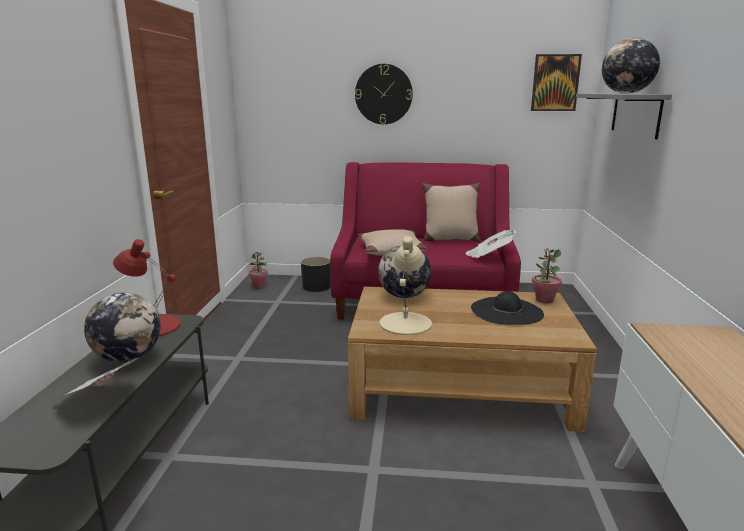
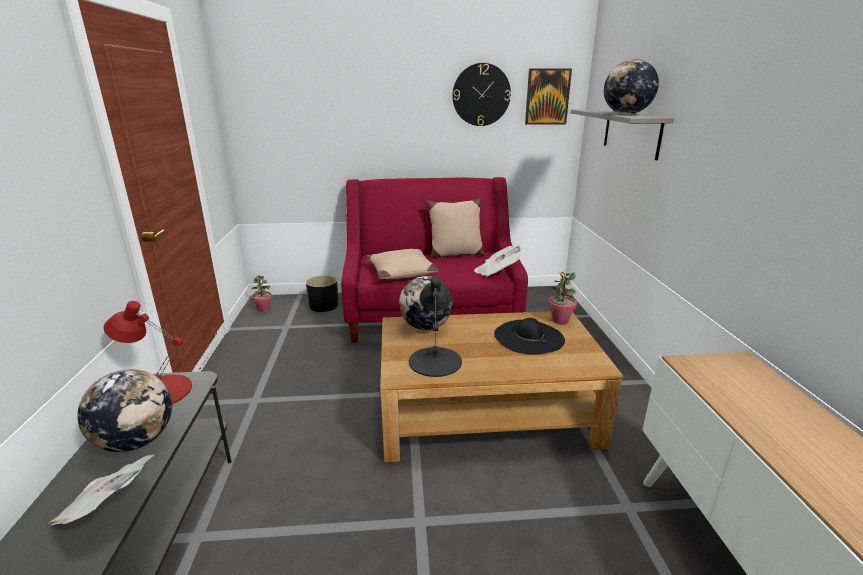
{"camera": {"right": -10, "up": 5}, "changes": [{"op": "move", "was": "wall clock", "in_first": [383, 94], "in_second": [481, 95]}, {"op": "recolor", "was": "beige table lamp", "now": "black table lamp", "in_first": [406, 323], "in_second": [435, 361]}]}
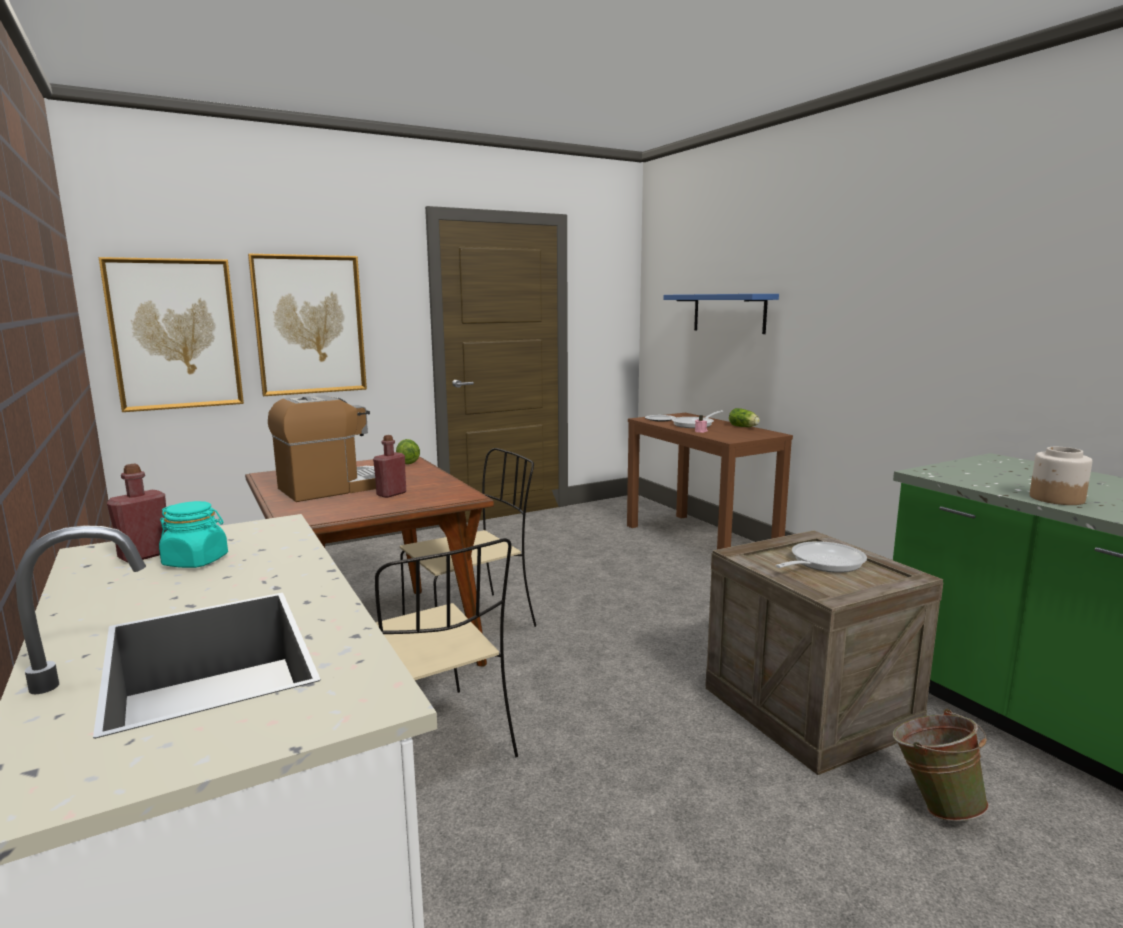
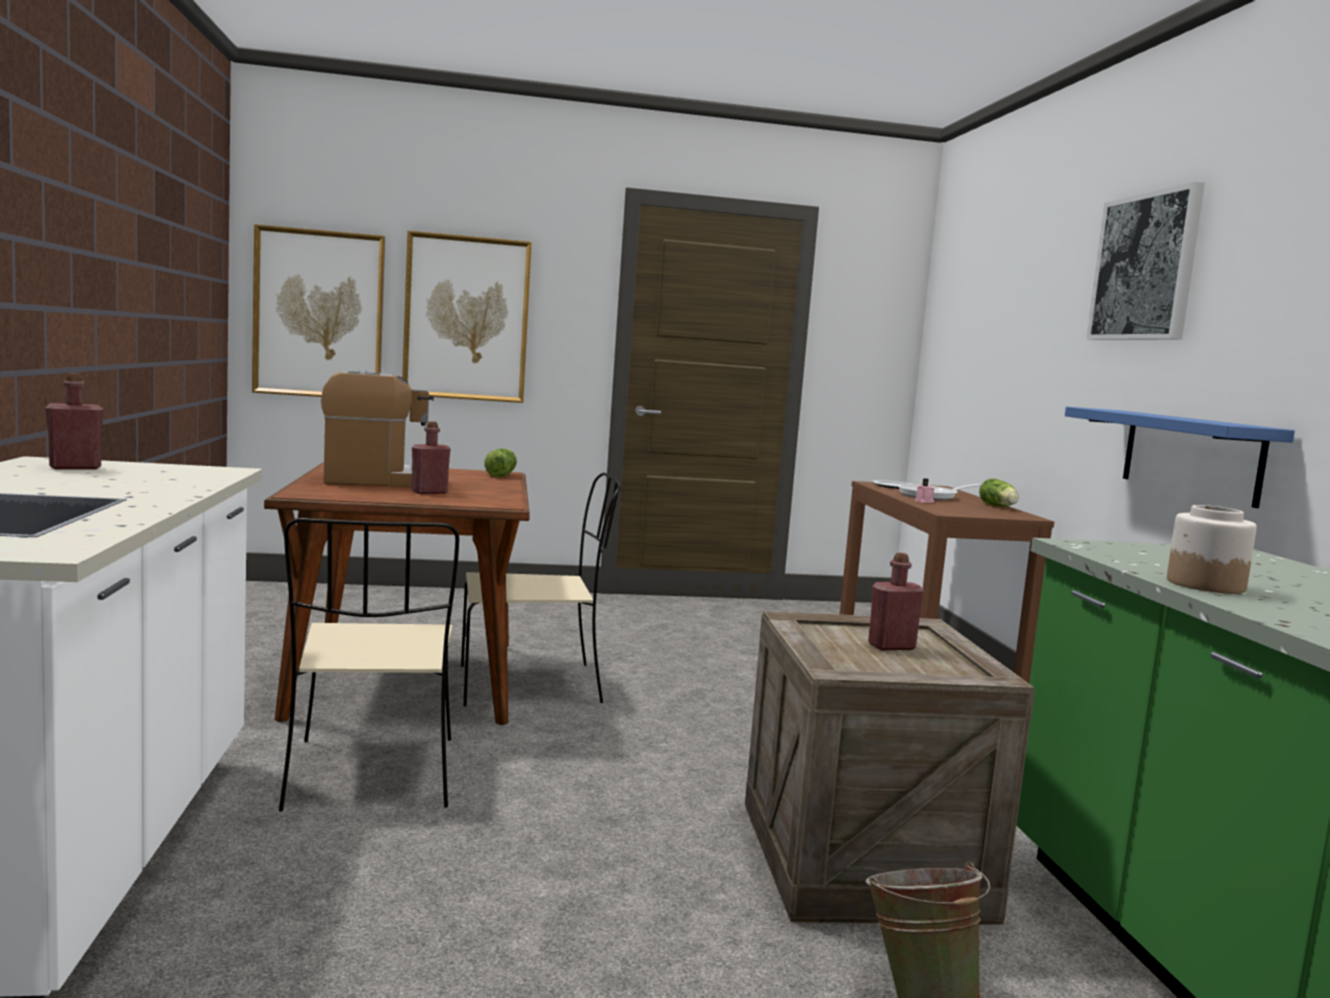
{"camera": {"right": 20, "up": -5}, "changes": [{"op": "delete", "was": "turquoise jar", "in_first": [196, 561]}, {"op": "insert", "now": "picture", "in_second": [1145, 267]}, {"op": "move", "was": "blue shelf", "in_first": [729, 313], "in_second": [1190, 455]}, {"op": "replace", "was": "frying pan", "now": "red bottle", "in_first": [822, 563], "in_second": [891, 646]}]}
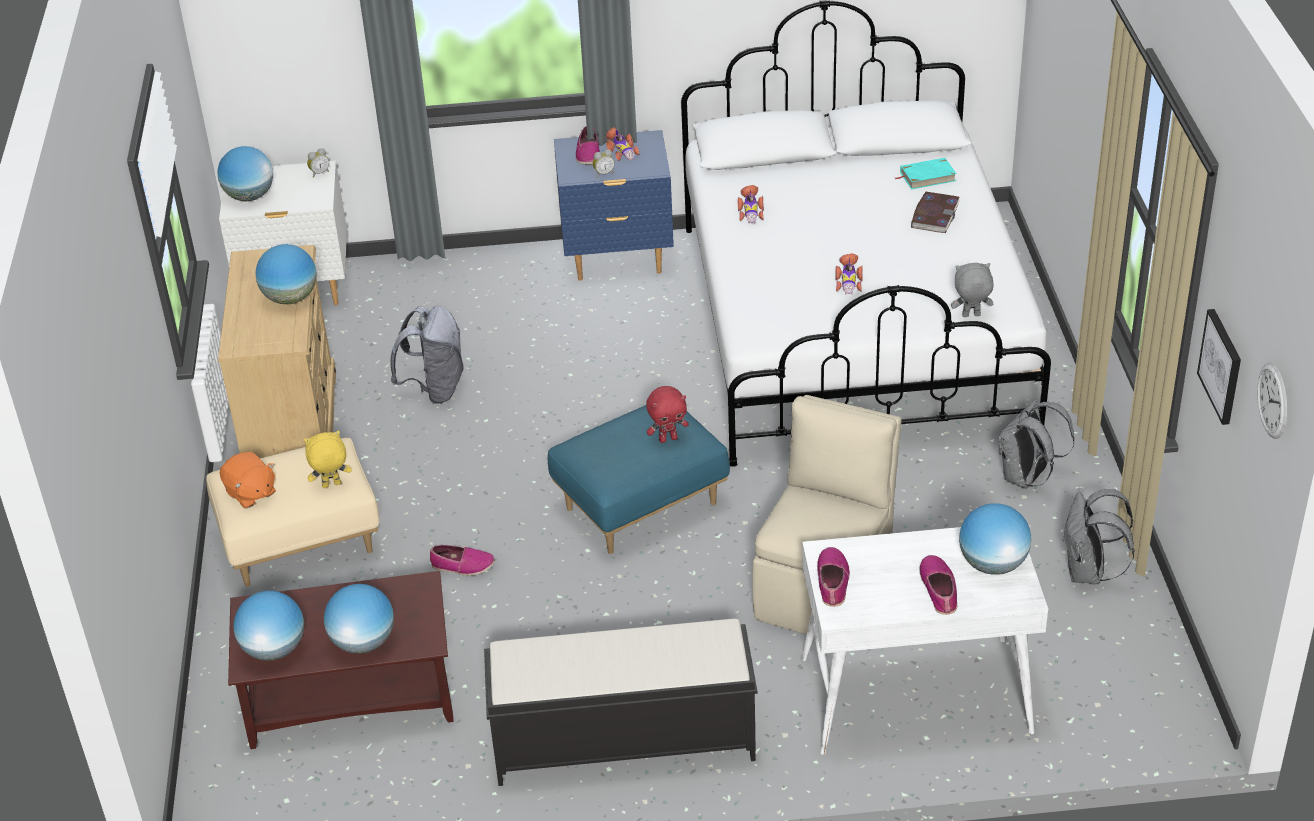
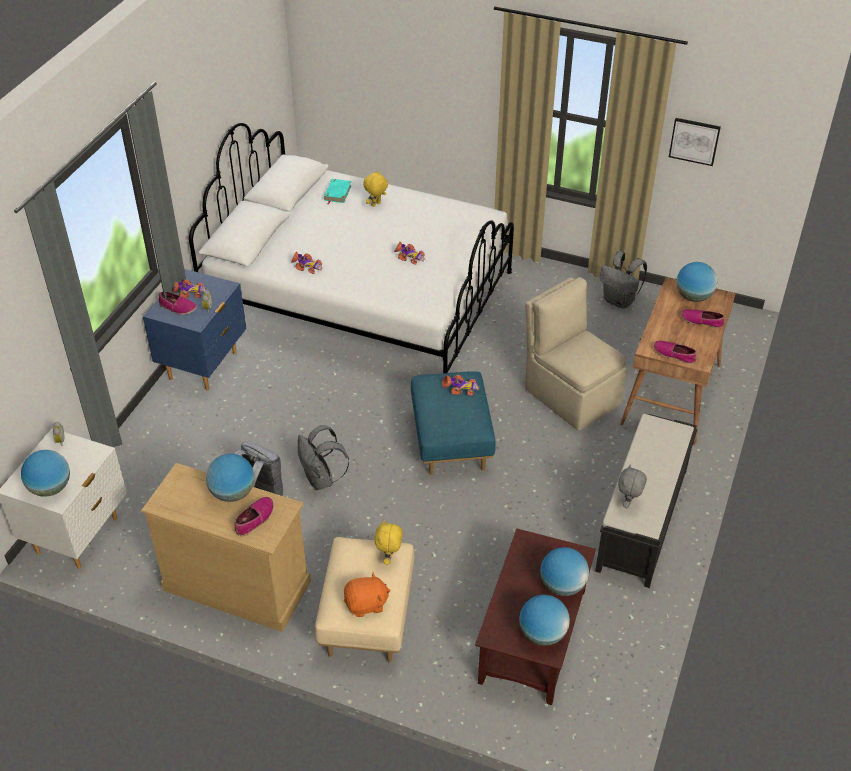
{"camera": {"right": -65, "up": 5}, "changes": [{"op": "delete", "was": "wall clock", "in_first": [1273, 400]}, {"op": "move", "was": "shoe", "in_first": [462, 566], "in_second": [254, 519]}, {"op": "move", "was": "grey plush toy", "in_first": [971, 316], "in_second": [628, 503]}, {"op": "move", "was": "grey backpack", "in_first": [1026, 478], "in_second": [321, 480]}, {"op": "replace", "was": "red plush toy", "now": "toy car", "in_first": [668, 439], "in_second": [460, 388]}, {"op": "replace", "was": "book", "now": "yellow plush toy", "in_first": [934, 215], "in_second": [376, 205]}, {"op": "recolor", "was": "white desk", "now": "brown desk", "in_first": [914, 697], "in_second": [671, 395]}]}
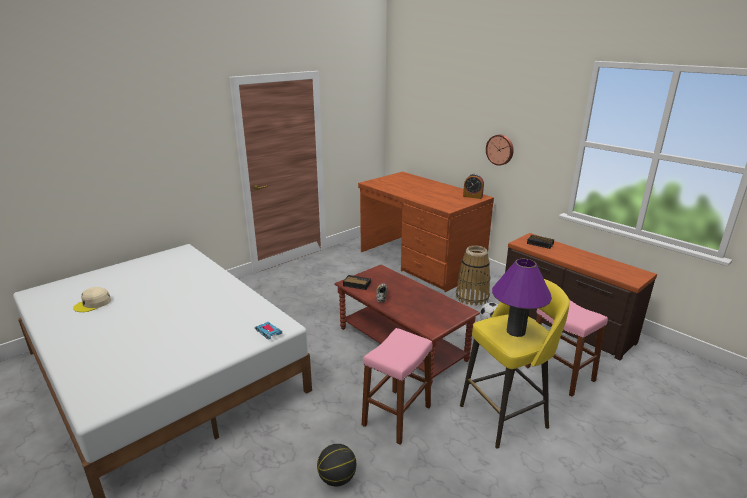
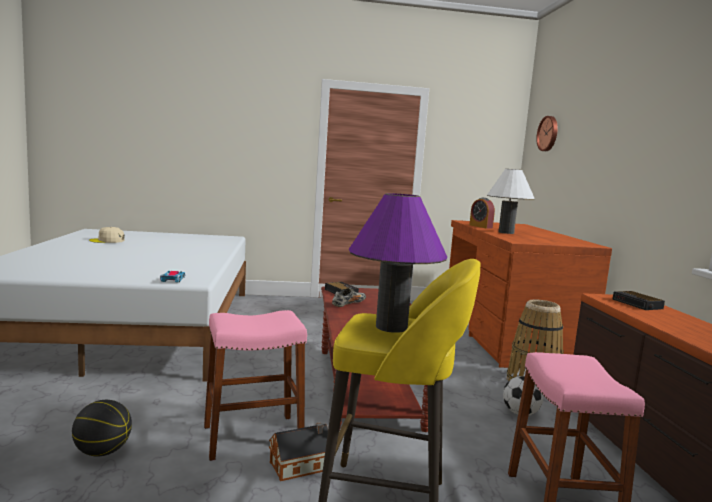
{"camera": {"right": 35, "up": -15}, "changes": [{"op": "insert", "now": "toy house", "in_second": [301, 466]}, {"op": "insert", "now": "white table lamp", "in_second": [506, 232]}, {"op": "move", "was": "alarm clock", "in_first": [472, 196], "in_second": [480, 226]}, {"op": "move", "was": "wall clock", "in_first": [500, 149], "in_second": [548, 133]}]}
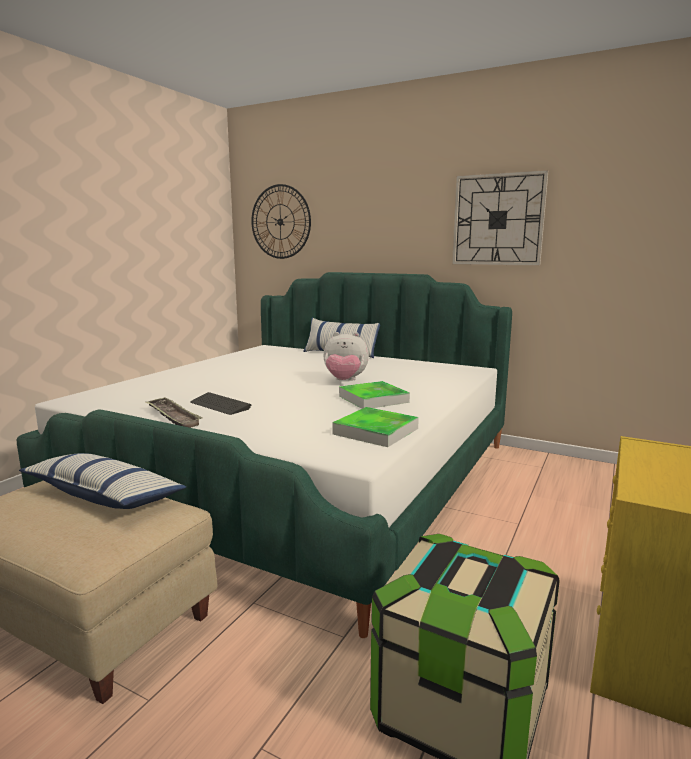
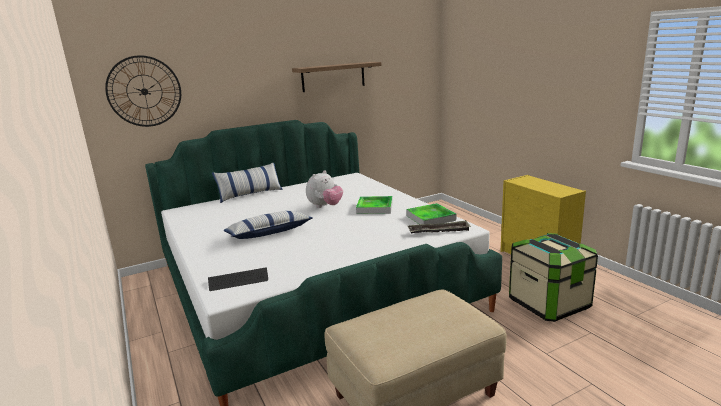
{"camera": {"right": -55, "up": 5}, "changes": [{"op": "move", "was": "pillow", "in_first": [104, 496], "in_second": [269, 233]}, {"op": "move", "was": "tray", "in_first": [172, 417], "in_second": [439, 231]}, {"op": "move", "was": "keyboard", "in_first": [220, 405], "in_second": [238, 280]}, {"op": "replace", "was": "wall clock", "now": "shelf", "in_first": [498, 220], "in_second": [333, 76]}]}
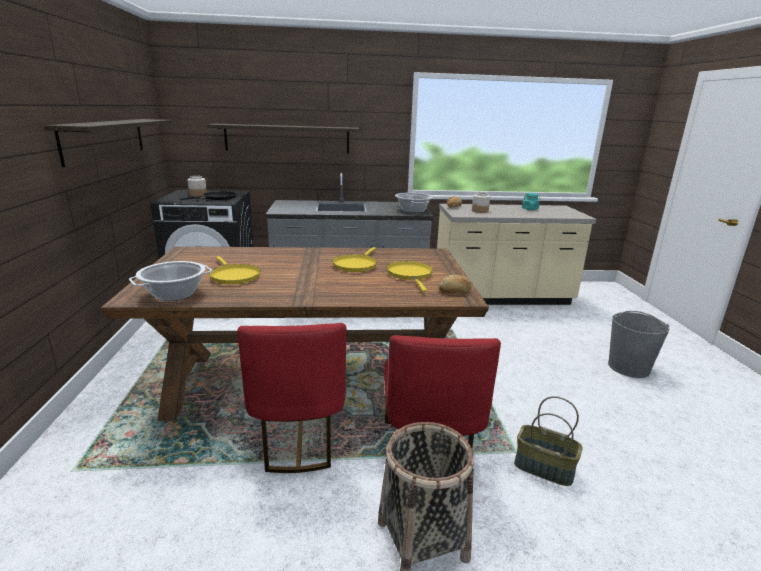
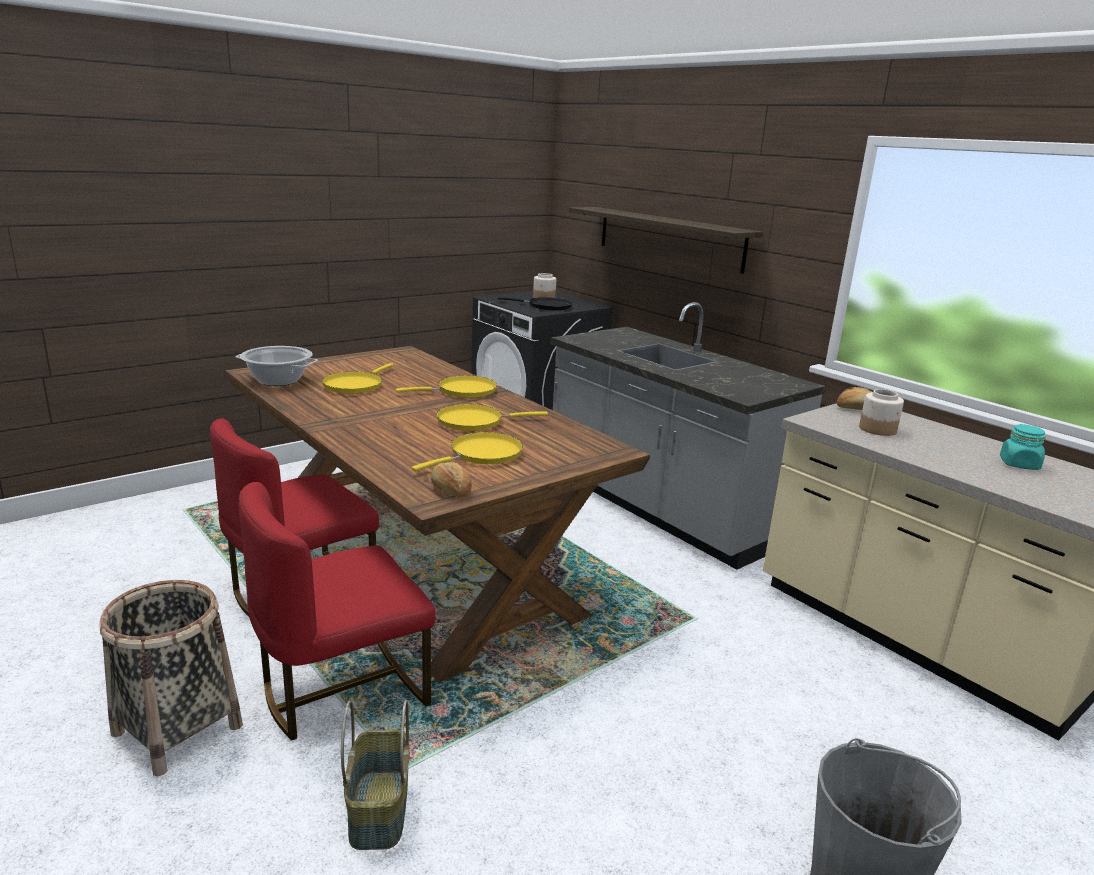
{"camera": {"right": 55, "up": 0}, "changes": [{"op": "delete", "was": "shelf", "in_first": [105, 139]}, {"op": "delete", "was": "cooking pot", "in_first": [412, 210]}, {"op": "insert", "now": "yellow frying pan", "in_second": [462, 391]}]}
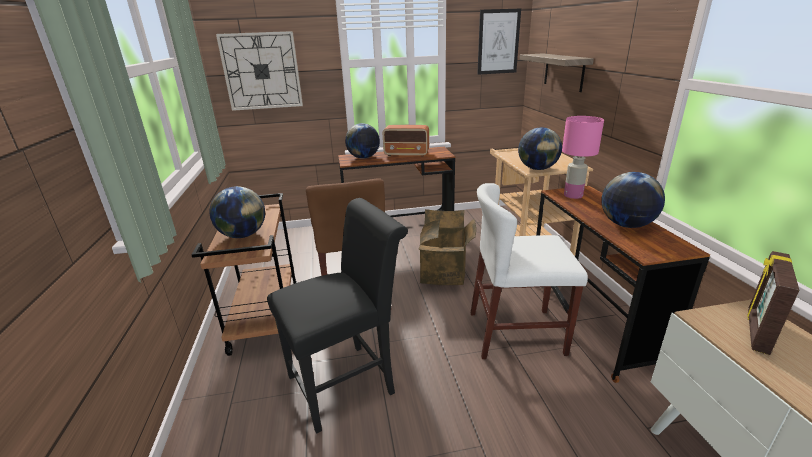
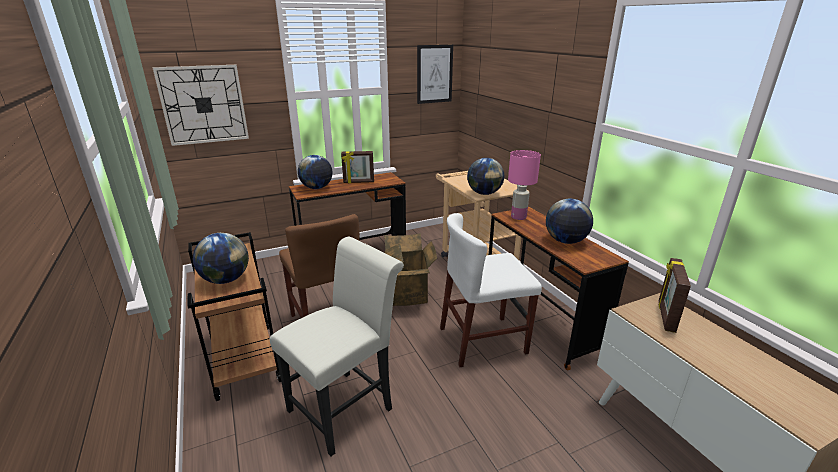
{"camera": {"right": -15, "up": 0}, "changes": [{"op": "delete", "was": "shelf", "in_first": [563, 71]}, {"op": "replace", "was": "radio", "now": "picture frame", "in_first": [407, 154], "in_second": [358, 182]}, {"op": "recolor", "was": "black chair", "now": "white chair", "in_first": [348, 381], "in_second": [346, 405]}]}
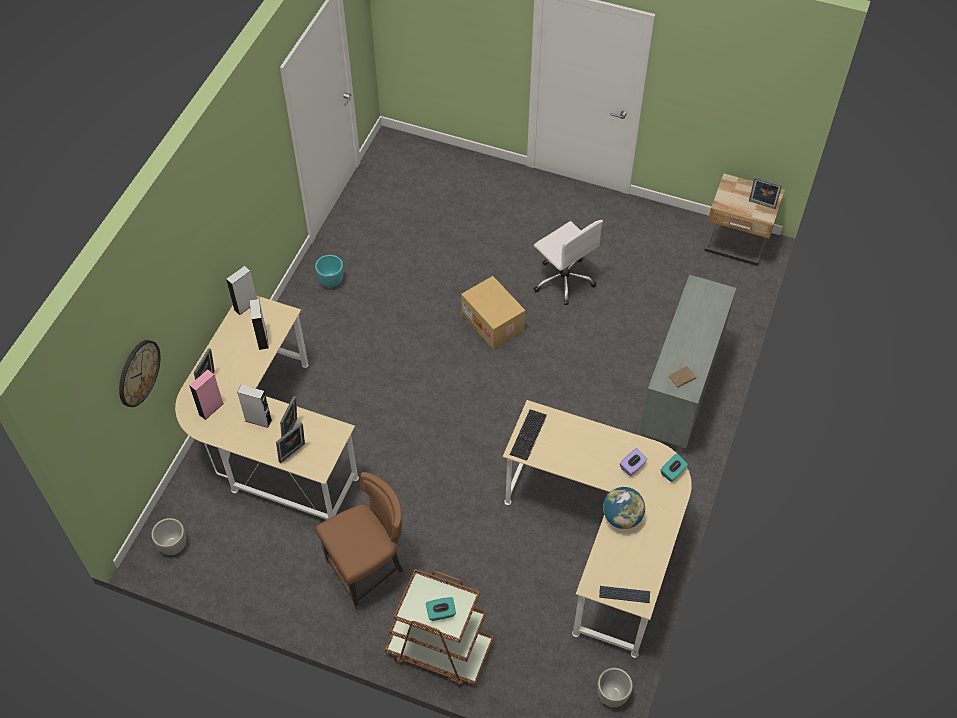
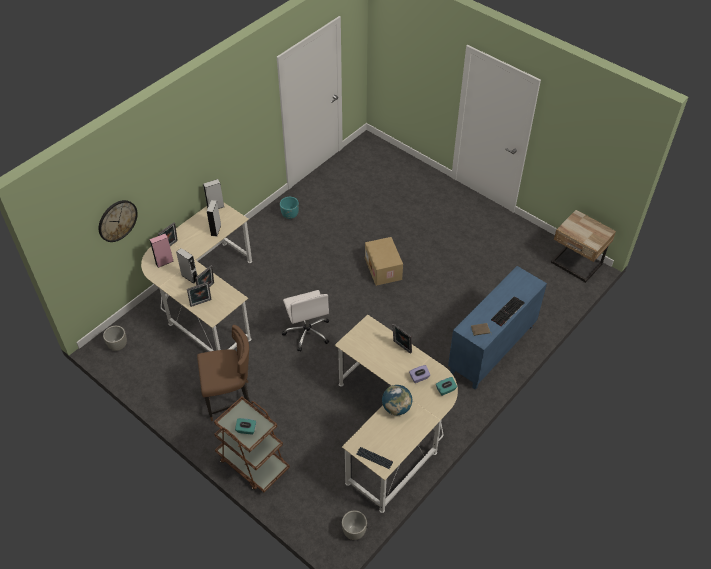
{"camera": {"right": 20, "up": -5}, "changes": [{"op": "move", "was": "keyboard", "in_first": [528, 435], "in_second": [508, 312]}, {"op": "move", "was": "white office chair", "in_first": [563, 280], "in_second": [307, 332]}, {"op": "move", "was": "picture frame", "in_first": [761, 205], "in_second": [401, 347]}, {"op": "recolor", "was": "grey cabinet", "now": "blue cabinet", "in_first": [680, 393], "in_second": [492, 350]}]}
